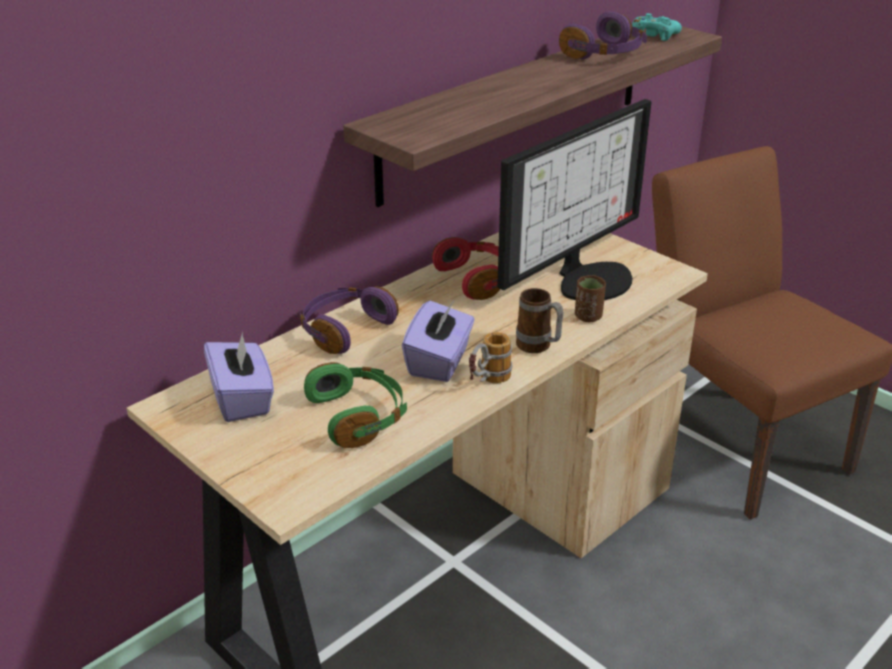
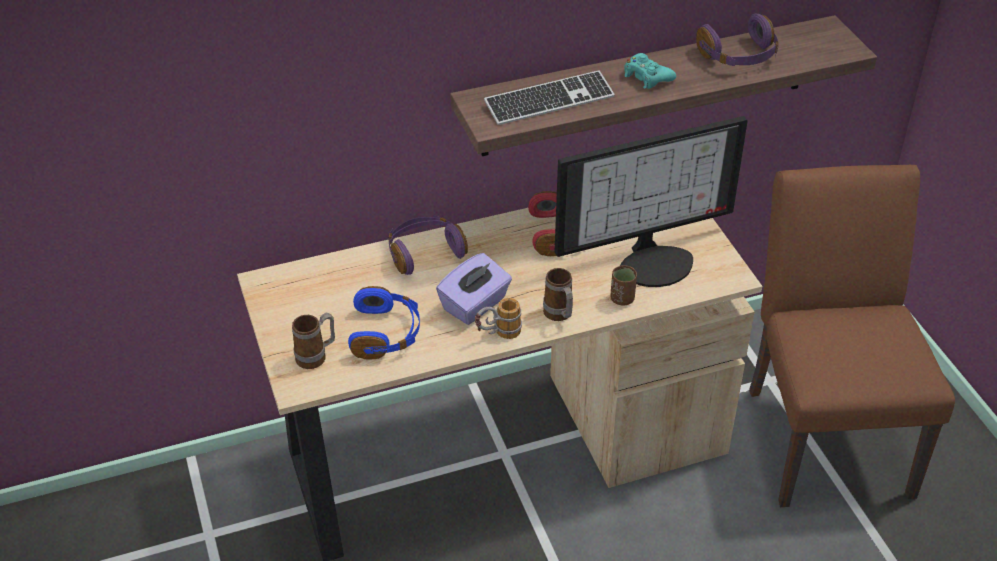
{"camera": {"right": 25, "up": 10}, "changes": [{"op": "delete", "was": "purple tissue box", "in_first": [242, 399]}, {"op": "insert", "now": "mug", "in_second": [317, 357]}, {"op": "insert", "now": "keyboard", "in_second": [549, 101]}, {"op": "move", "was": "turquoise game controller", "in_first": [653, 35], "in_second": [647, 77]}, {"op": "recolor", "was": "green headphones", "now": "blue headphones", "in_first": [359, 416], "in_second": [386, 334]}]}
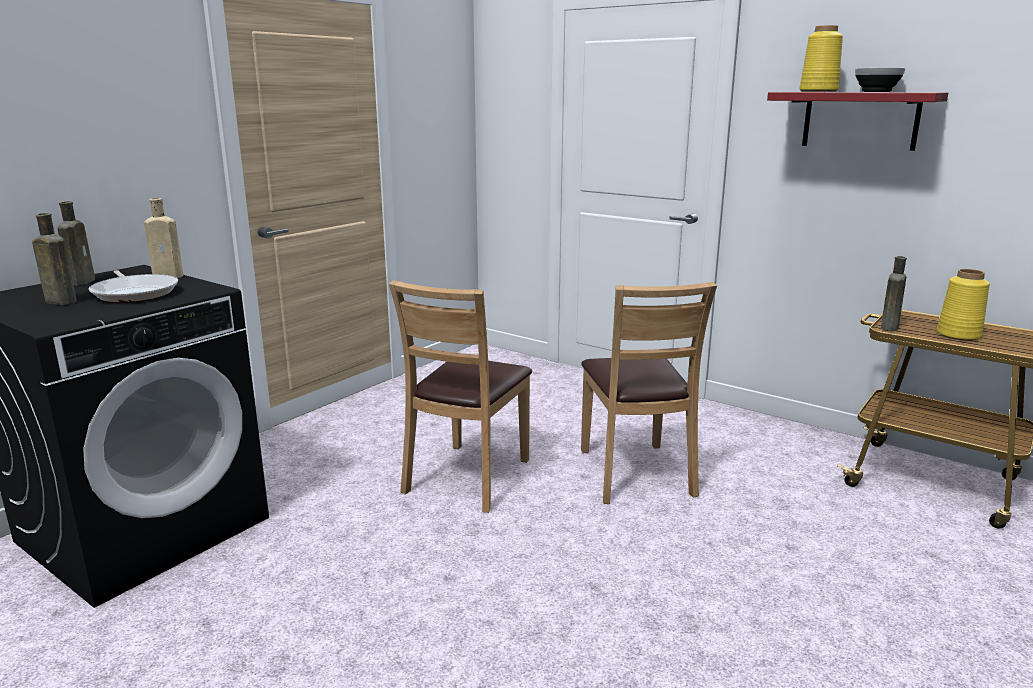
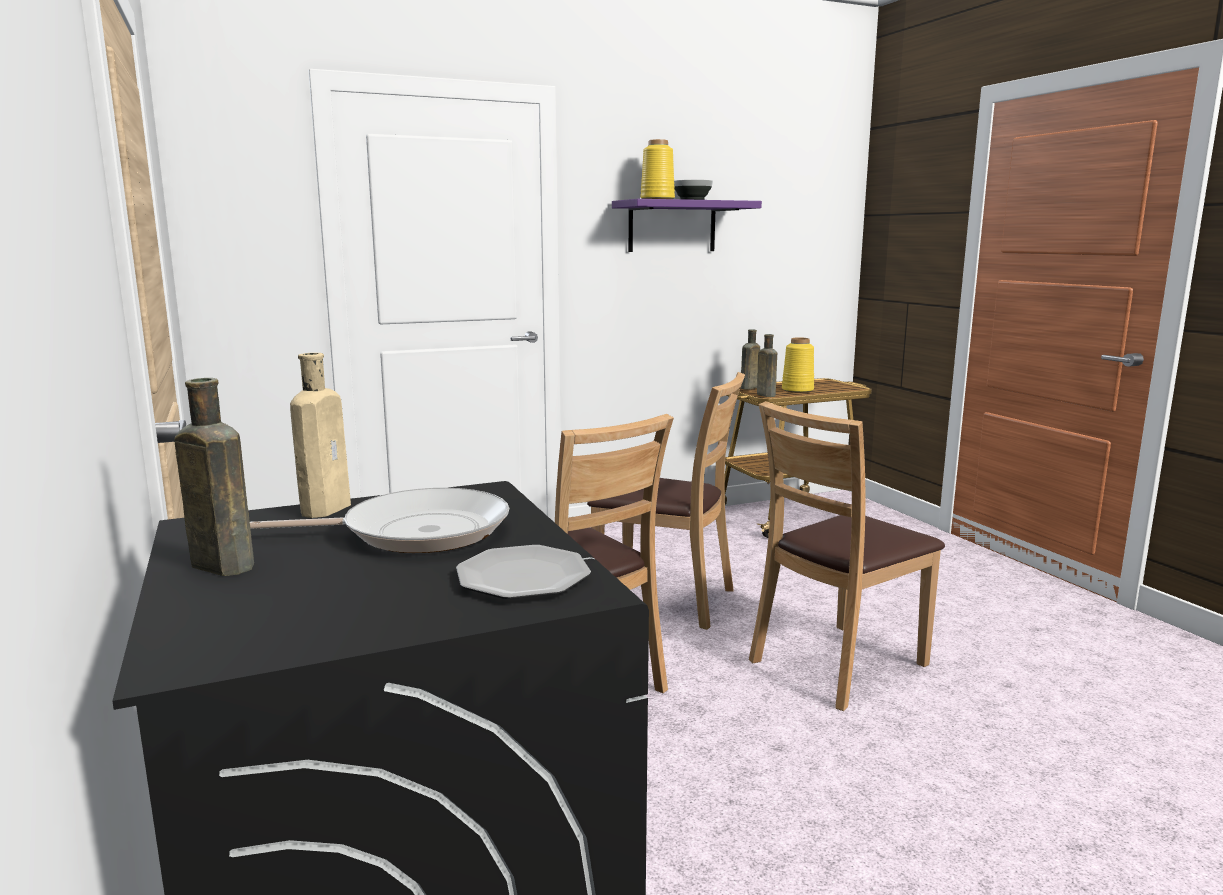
{"camera": {"right": -60, "up": -5}, "changes": [{"op": "insert", "now": "plate", "in_second": [524, 577]}, {"op": "insert", "now": "brown chair", "in_second": [838, 664]}, {"op": "move", "was": "brown bottle", "in_first": [59, 301], "in_second": [748, 388]}, {"op": "recolor", "was": "red shelf", "now": "purple shelf", "in_first": [860, 120], "in_second": [672, 226]}]}
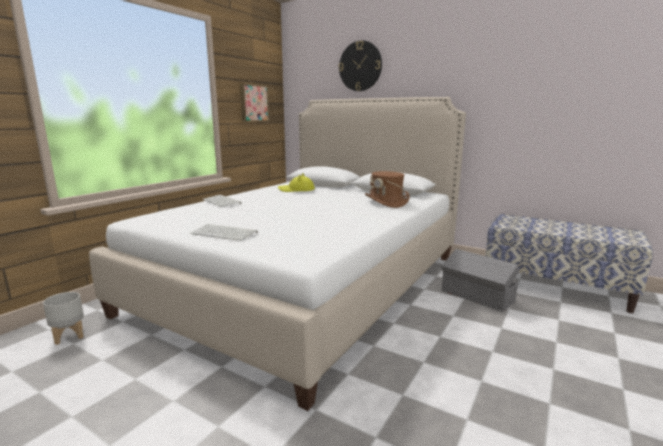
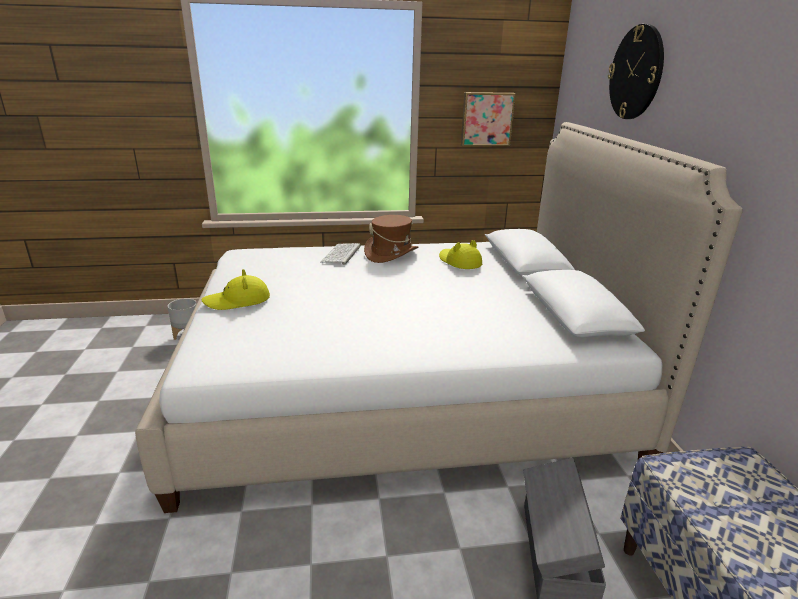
{"camera": {"right": 50, "up": 10}, "changes": [{"op": "move", "was": "brown hat", "in_first": [386, 202], "in_second": [391, 254]}, {"op": "replace", "was": "keyboard", "now": "yellow hat", "in_first": [225, 233], "in_second": [237, 301]}]}
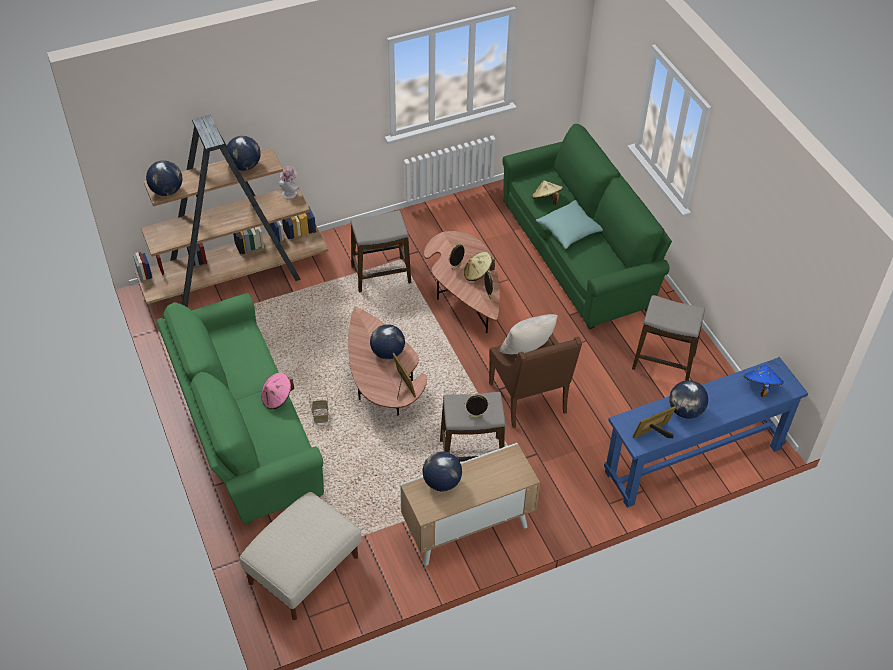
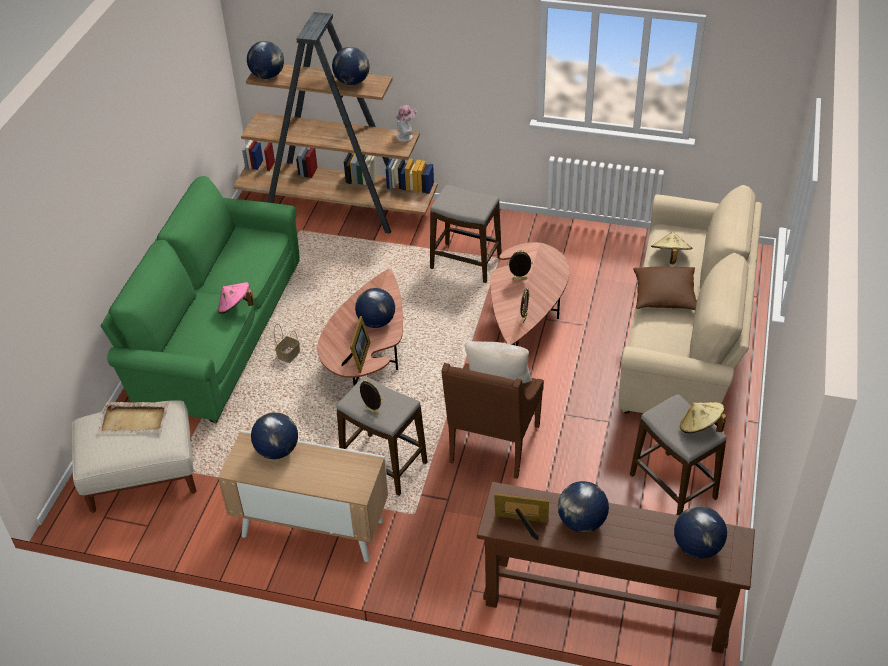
{"camera": {"right": 40, "up": -5}, "changes": [{"op": "insert", "now": "beige tray", "in_second": [134, 420]}, {"op": "move", "was": "beige hat", "in_first": [477, 274], "in_second": [700, 427]}, {"op": "replace", "was": "blue hat", "now": "globe", "in_first": [760, 387], "in_second": [696, 547]}, {"op": "recolor", "was": "green sofa", "now": "beige sofa", "in_first": [580, 254], "in_second": [685, 337]}, {"op": "recolor", "was": "turquoise pillow", "now": "brown pillow", "in_first": [569, 231], "in_second": [664, 296]}, {"op": "recolor", "was": "blue console table", "now": "brown console table", "in_first": [693, 460], "in_second": [606, 603]}]}
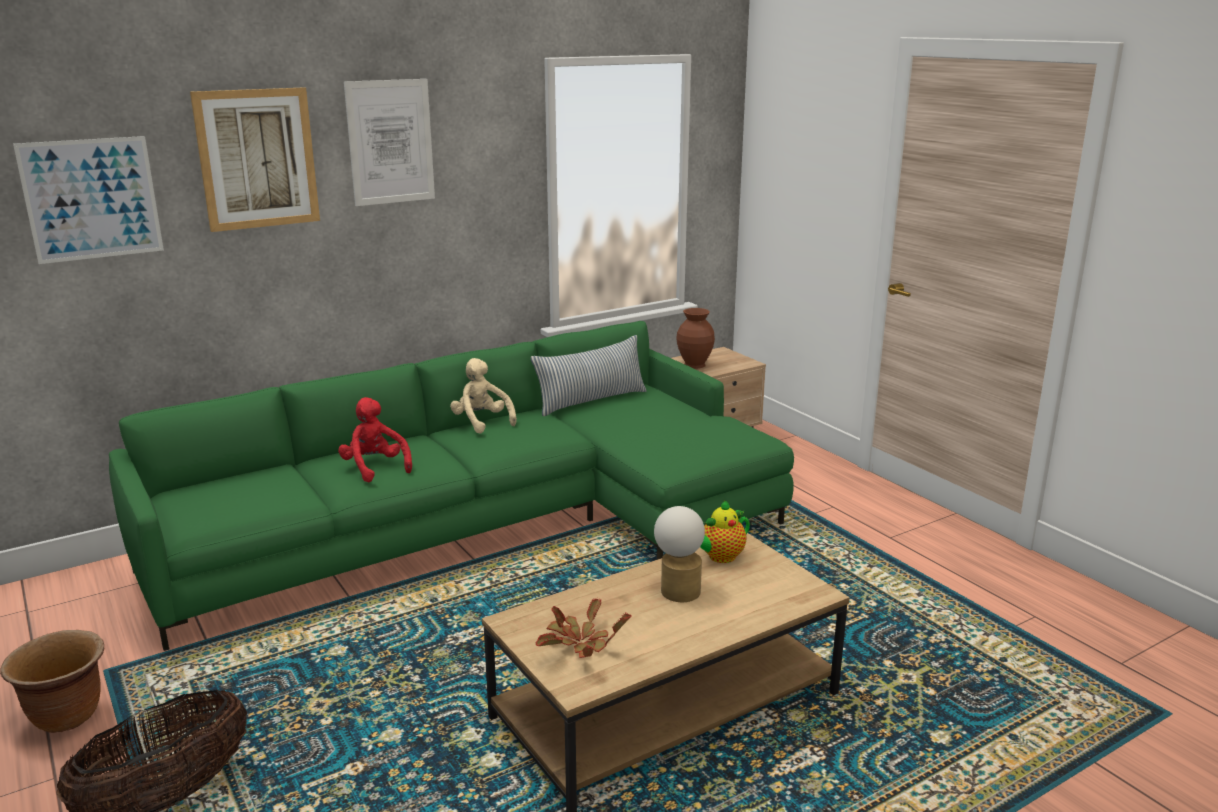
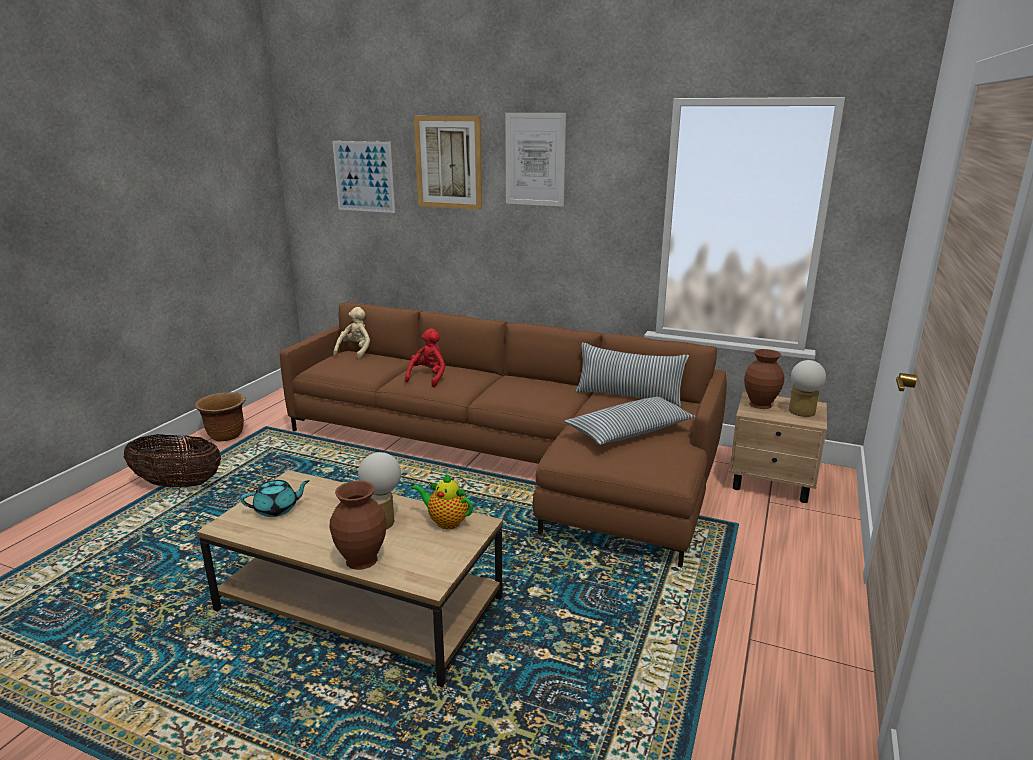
{"camera": {"right": 55, "up": 0}, "changes": [{"op": "insert", "now": "brown vase", "in_second": [363, 559]}, {"op": "insert", "now": "pillow", "in_second": [629, 432]}, {"op": "insert", "now": "table lamp", "in_second": [801, 413]}, {"op": "move", "was": "beige plush toy", "in_first": [481, 422], "in_second": [356, 352]}, {"op": "replace", "was": "potted plant", "now": "turquoise teapot", "in_first": [579, 644], "in_second": [277, 509]}, {"op": "recolor", "was": "green sofa", "now": "brown sofa", "in_first": [489, 526], "in_second": [510, 456]}]}
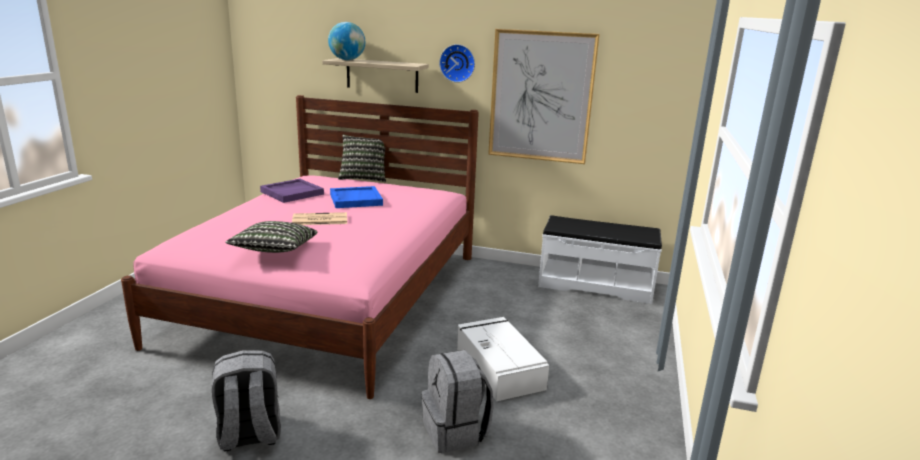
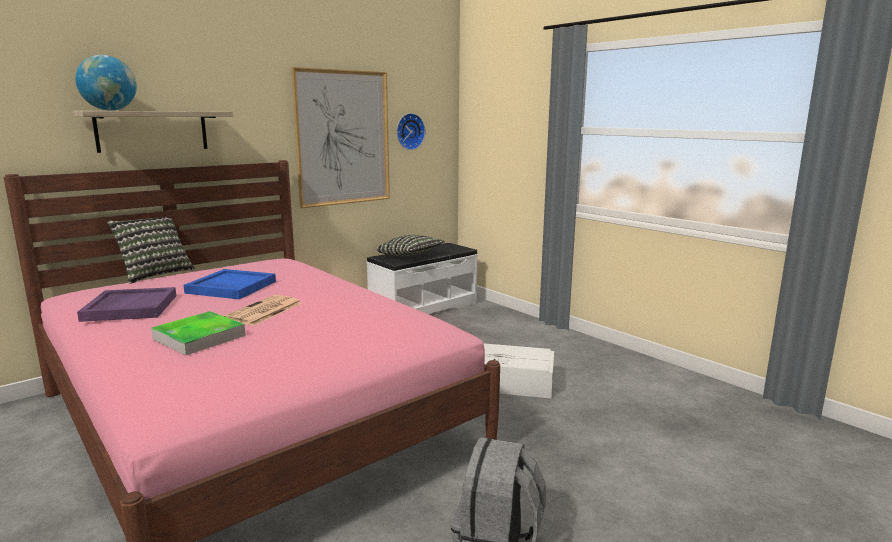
{"camera": {"right": -55, "up": -5}, "changes": [{"op": "delete", "was": "grey backpack", "in_first": [455, 432]}, {"op": "insert", "now": "tray", "in_second": [199, 337]}, {"op": "move", "was": "pillow", "in_first": [274, 251], "in_second": [410, 256]}, {"op": "move", "was": "wall clock", "in_first": [457, 63], "in_second": [409, 131]}]}
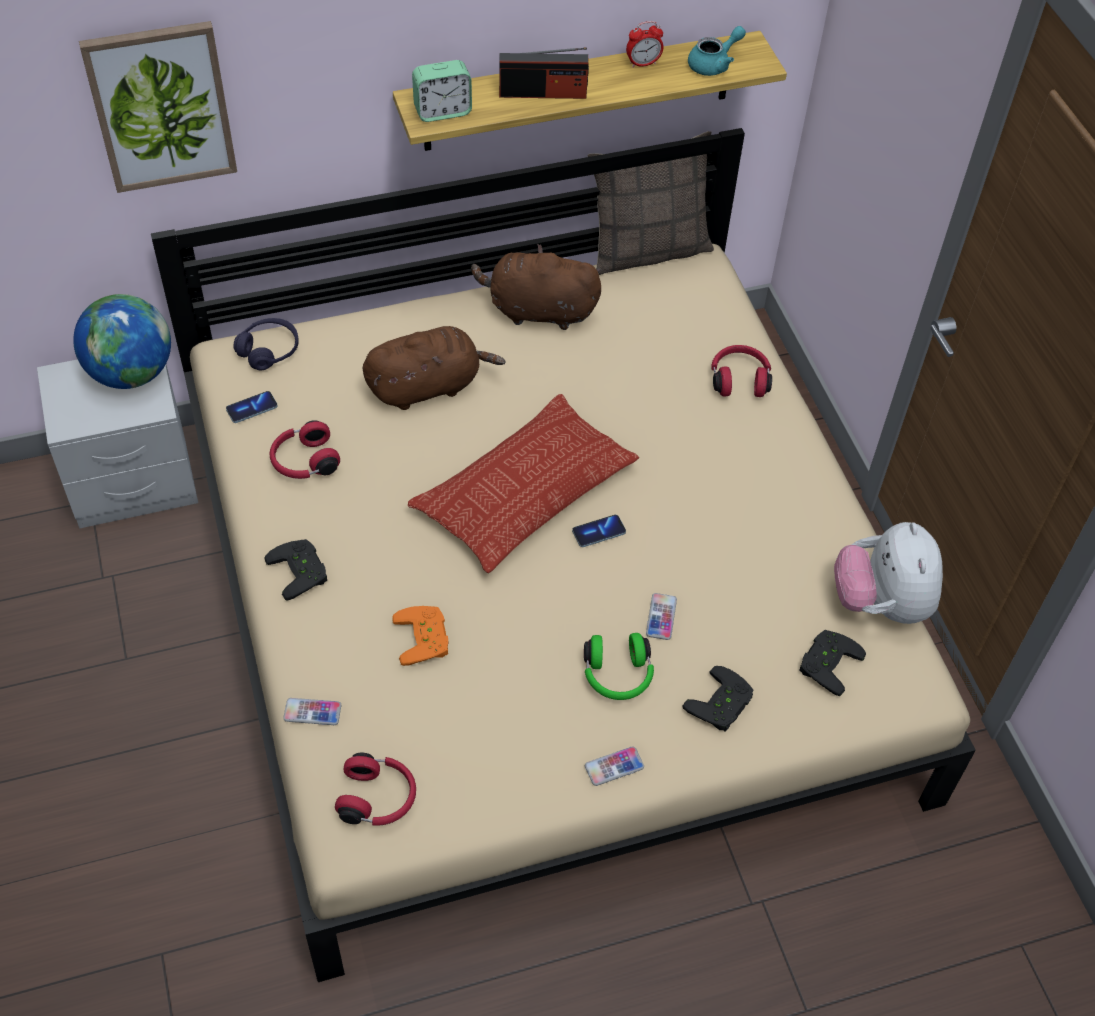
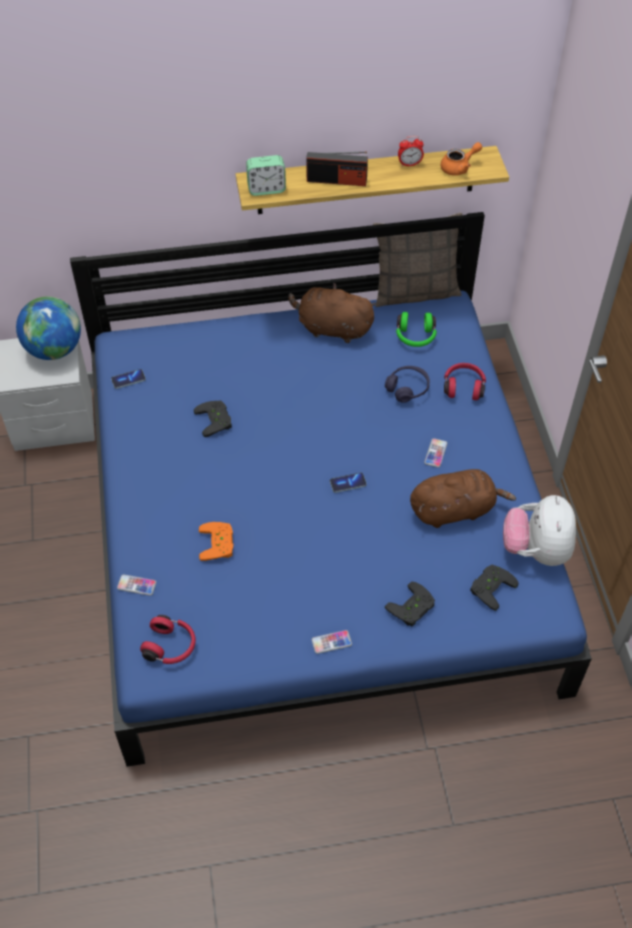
{"camera": {"right": 10, "up": 0}, "changes": [{"op": "delete", "was": "picture", "in_first": [161, 106]}, {"op": "delete", "was": "red headphones", "in_first": [304, 462]}, {"op": "delete", "was": "pillow", "in_first": [524, 491]}, {"op": "move", "was": "purple headphones", "in_first": [269, 350], "in_second": [407, 388]}, {"op": "move", "was": "black game controller", "in_first": [302, 570], "in_second": [216, 420]}, {"op": "move", "was": "brown plush toy", "in_first": [428, 386], "in_second": [454, 510]}, {"op": "move", "was": "green headphones", "in_first": [617, 676], "in_second": [415, 337]}, {"op": "move", "was": "phone", "in_first": [661, 617], "in_second": [435, 453]}, {"op": "recolor", "was": "beige bed", "now": "blue bed", "in_first": [544, 603], "in_second": [317, 530]}, {"op": "recolor", "was": "turquoise teapot", "now": "orange teapot", "in_first": [714, 64], "in_second": [459, 167]}]}
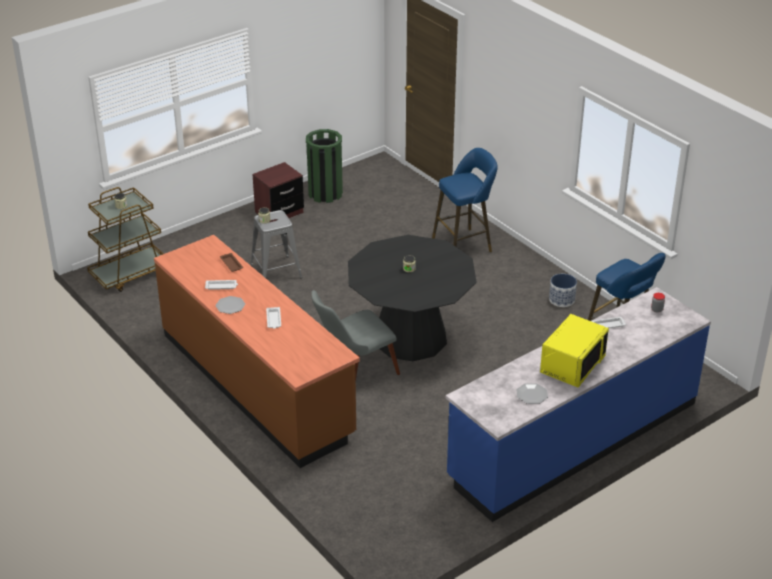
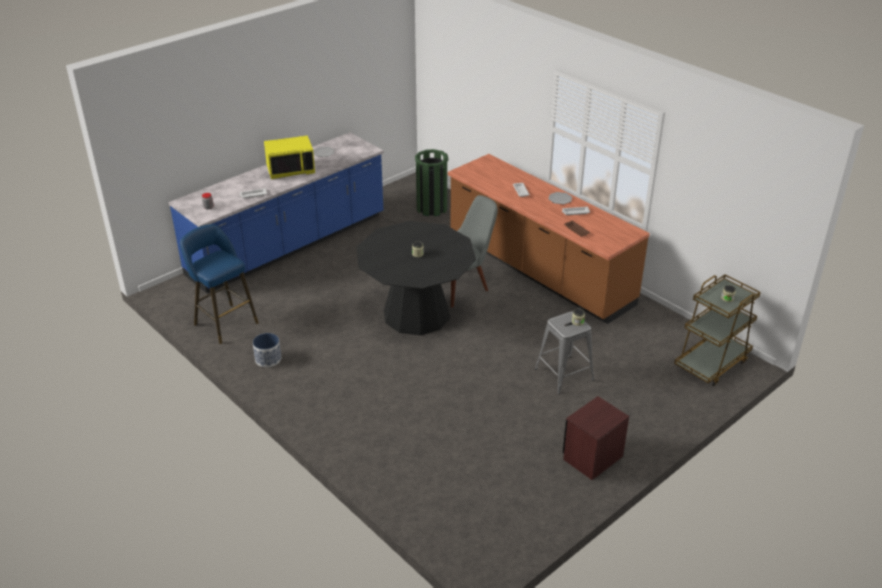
{"camera": {"right": 175, "up": 0}, "changes": [{"op": "delete", "was": "blue stool", "in_first": [465, 244]}, {"op": "move", "was": "green trash can", "in_first": [325, 194], "in_second": [431, 208]}, {"op": "rotate", "was": "yellow microwave", "in_first": [571, 365], "in_second": [291, 169], "clockwise": -135}]}
